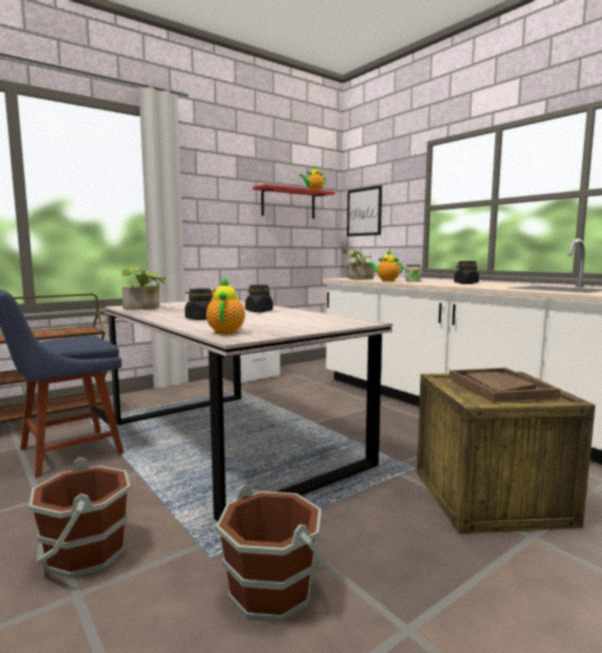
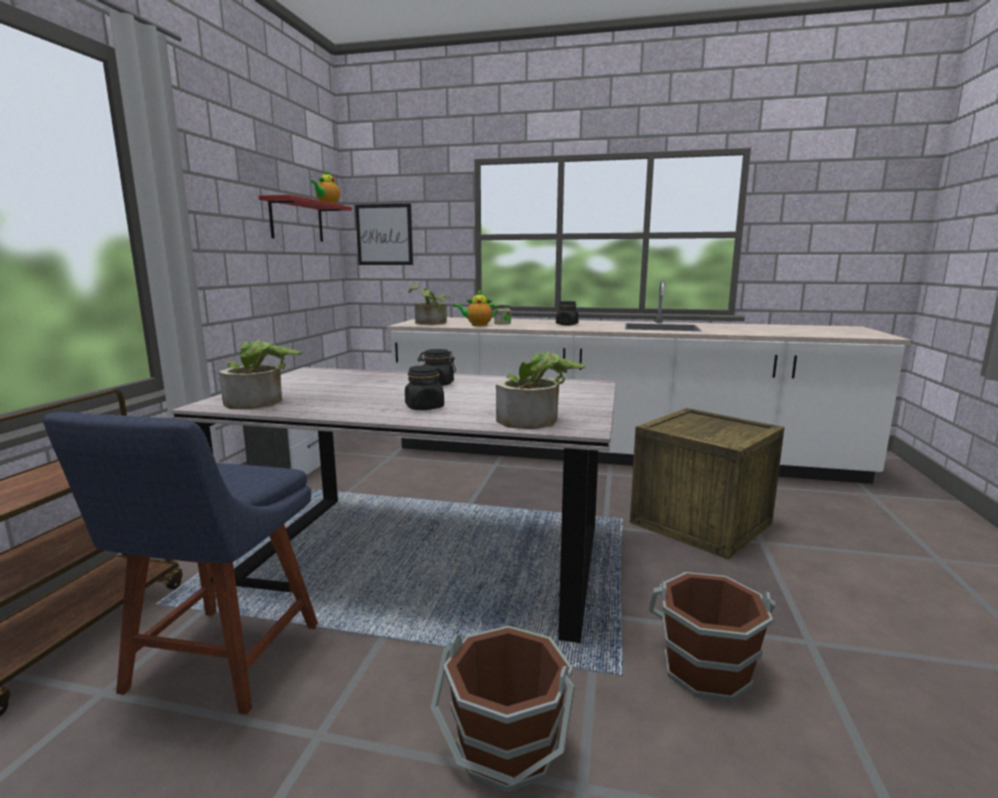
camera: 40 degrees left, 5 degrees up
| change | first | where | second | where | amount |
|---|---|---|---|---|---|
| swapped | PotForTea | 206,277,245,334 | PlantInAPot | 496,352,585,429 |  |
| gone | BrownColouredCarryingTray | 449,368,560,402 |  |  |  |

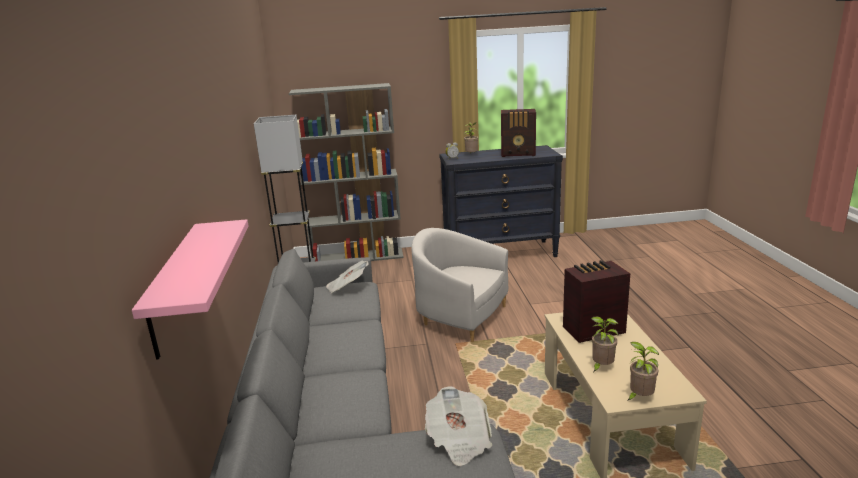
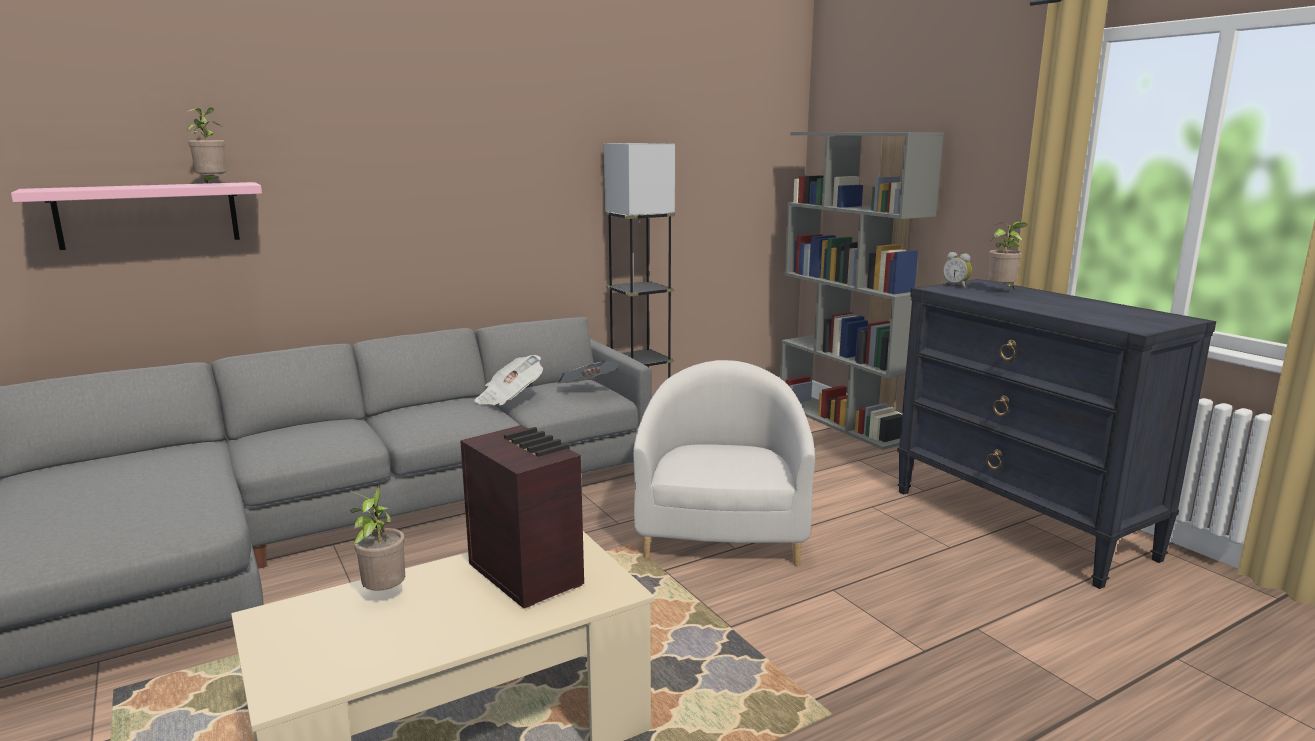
camera: 65 degrees right, 5 degrees down
| change | first | where | second | where | amount |
|---|---|---|---|---|---|
| gone | Radio | 501,109,536,157 |  |  |  |
| shifted | PlantInAPot | 627,342,659,401 |  | 187,107,227,184 |  |
| shifted | Newspaper | 425,386,492,466 |  | 474,355,543,405 |  |

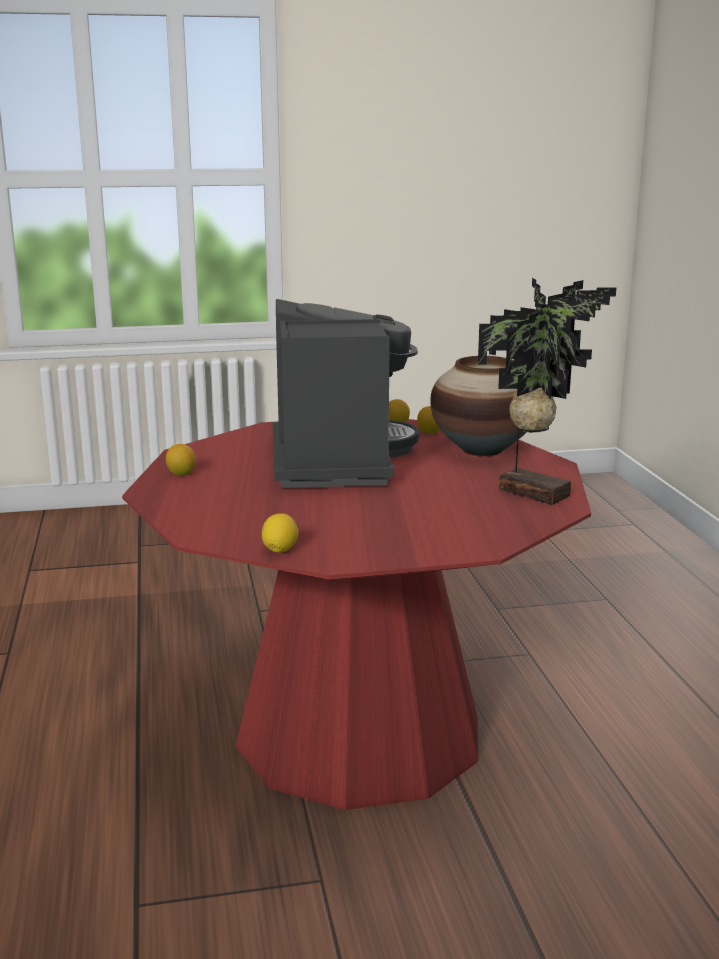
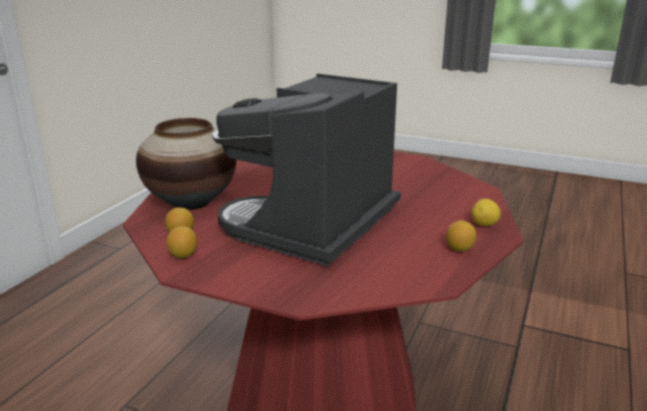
camera: 145 degrees left, 5 degrees up
| change | first | where | second | where | amount |
|---|---|---|---|---|---|
| gone | PlantInAPot | 478,278,616,505 |  |  |  |
| shifted | WholeLemon | 262,513,298,553 |  | 471,199,501,226 |  |

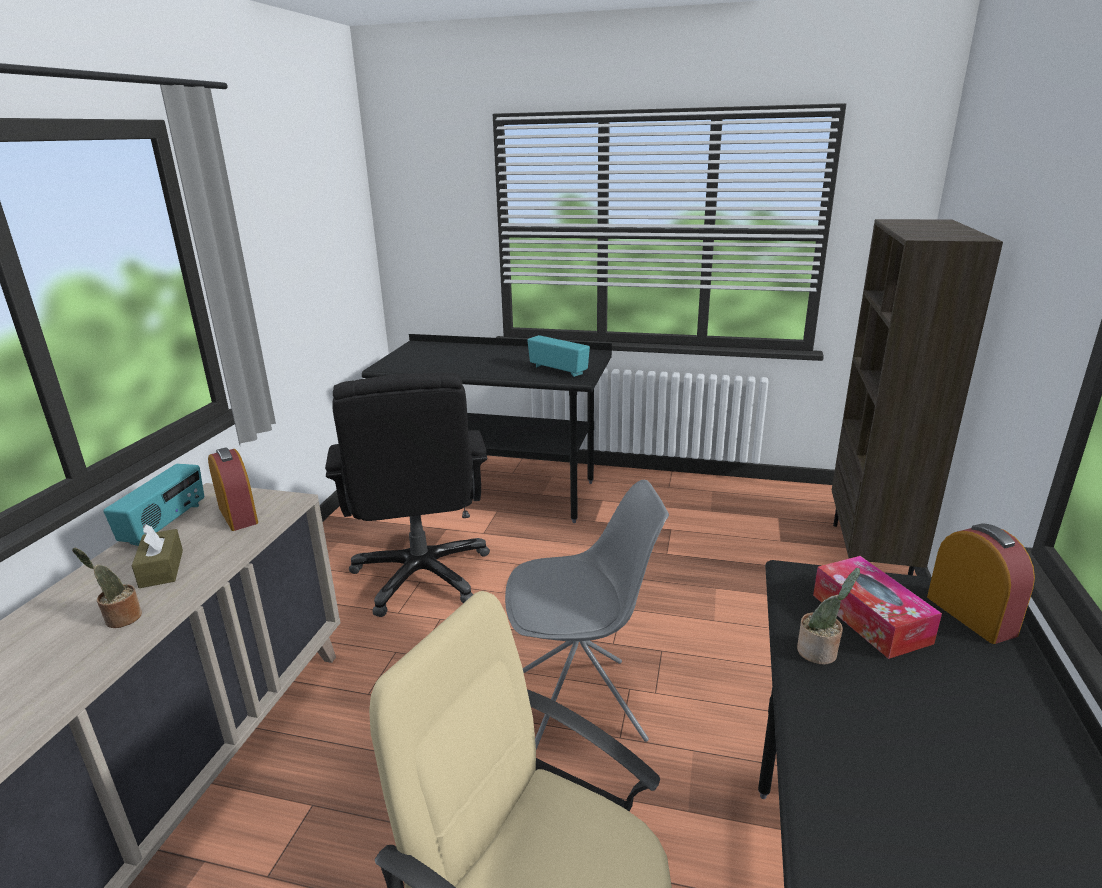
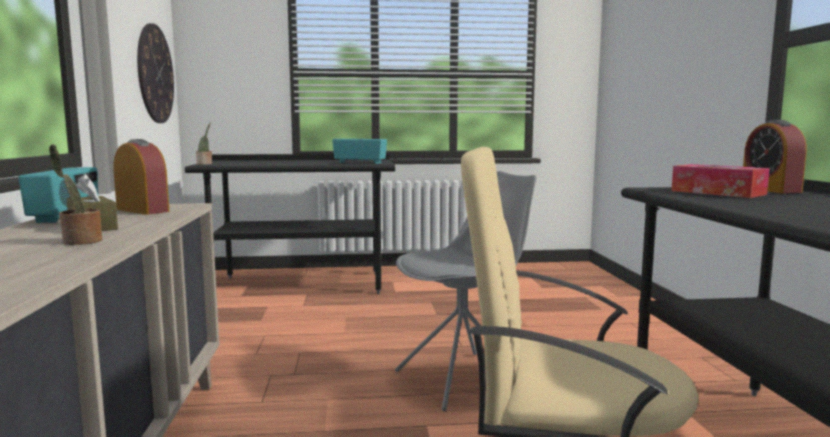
camera: 20 degrees left, 15 degrees down
| change | first | where | second | where | amount |
|---|---|---|---|---|---|
| gone | BrownColouredBookshelf | 832,219,1003,575 |  |  |  |
| gone | BlackishComputerChair | 325,373,490,617 |  |  |  |
| rotated | AlarmClock | 927,523,1035,644 |  | 743,120,807,193 | 150 degrees counterclockwise |
| shifted | PlantInAPot | 797,568,860,665 |  | 196,123,212,165 |  |
| new |  |  | ClockOnTheWall | 137,23,174,123 |  |

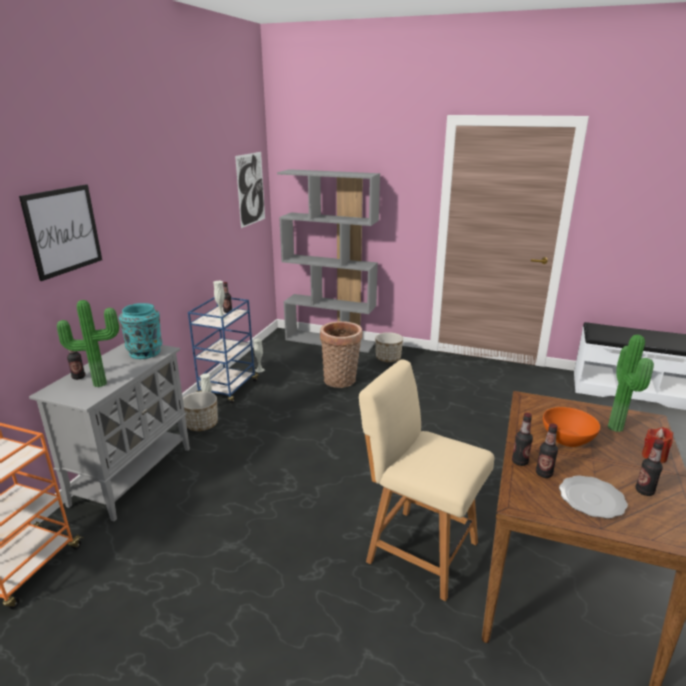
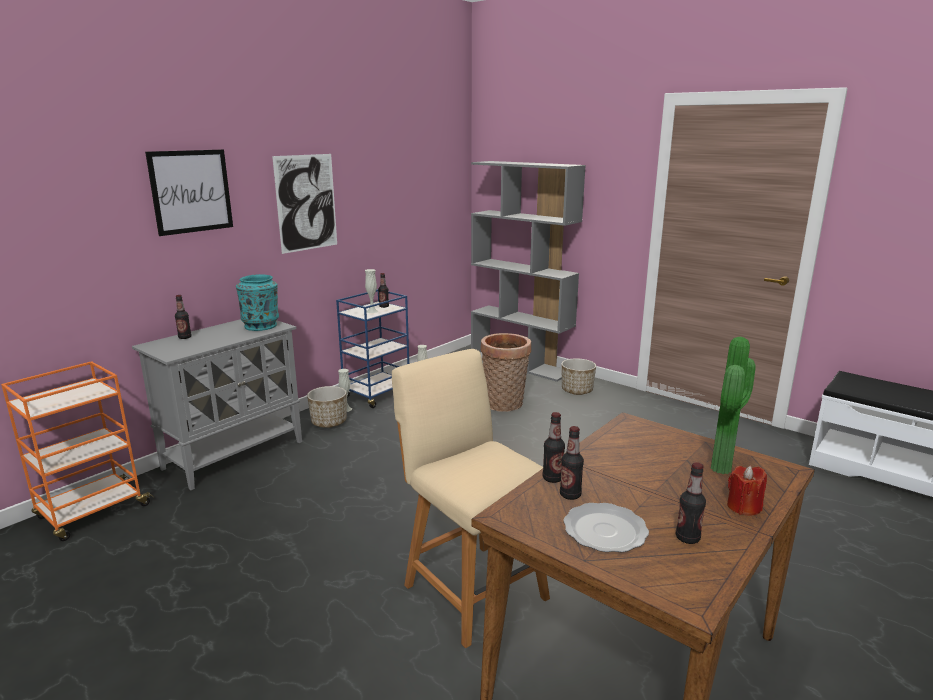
camera: 20 degrees right, 5 degrees down
| change | first | where | second | where | amount |
|---|---|---|---|---|---|
| shifted | WallArt | 235,152,265,228 |  | 272,154,337,254 |  |
| gone | PlantInAPot | 57,300,119,387 |  |  |  |
| gone | OrangeyServingBowl | 543,407,600,447 |  |  |  |

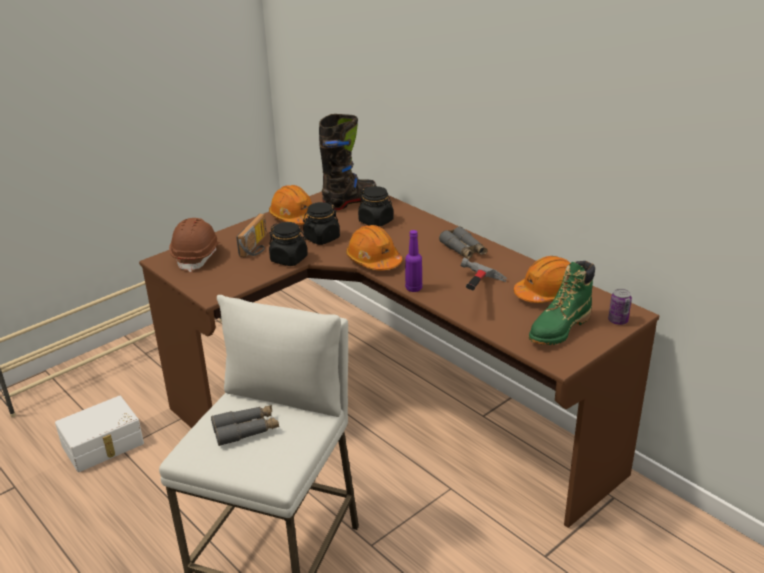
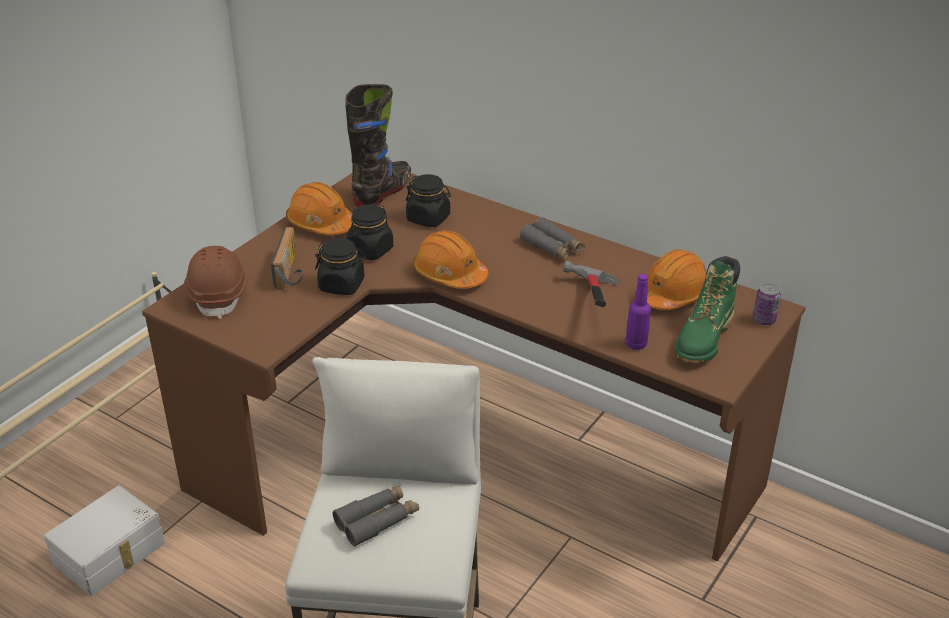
camera: 15 degrees left, 5 degrees up
| change | first | where | second | where | amount |
|---|---|---|---|---|---|
| shifted | PurplishBeverageBottle | 405,230,422,292 |  | 626,274,651,350 |  |

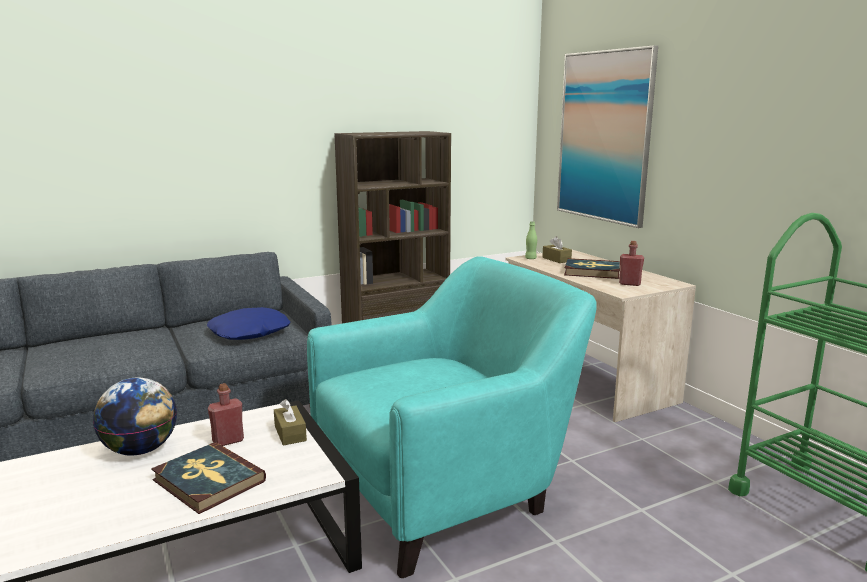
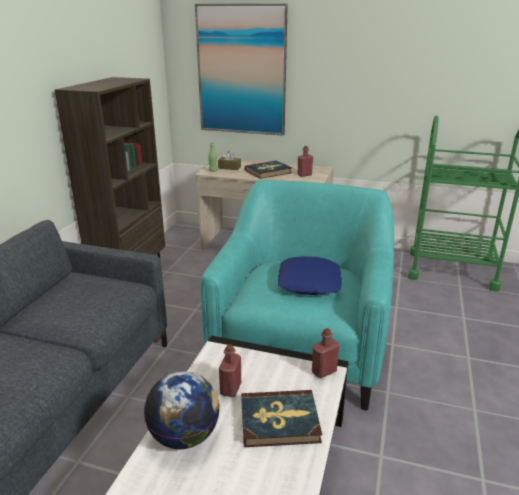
camera: 45 degrees left, 10 degrees up
| change | first | where | second | where | amount |
|---|---|---|---|---|---|
| shifted | BlueThrowPillow | 207,307,290,340 |  | 278,256,342,295 |  |
| gone | BrownColouredTissueBox | 274,399,307,446 |  |  |  |
| new |  |  | RedBeverageBottle | 312,328,339,378 |  |

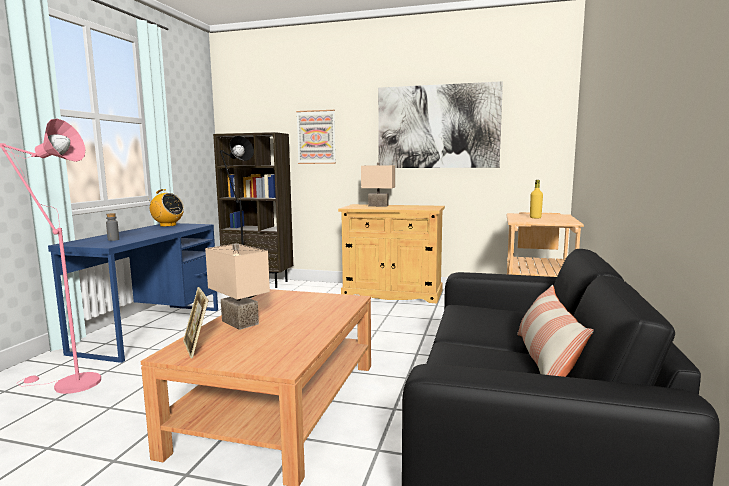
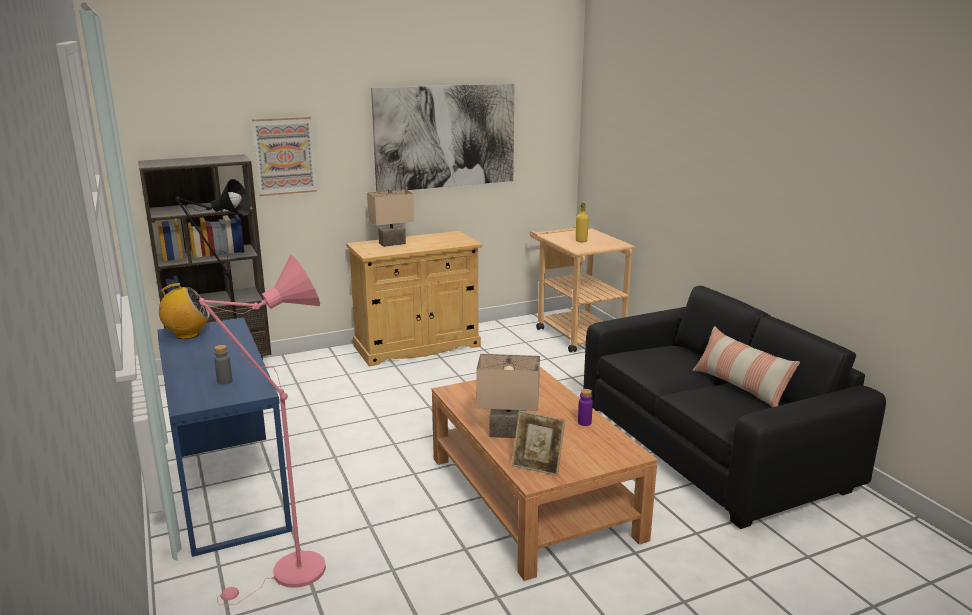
camera: 40 degrees left, 10 degrees up
| change | first | where | second | where | amount |
|---|---|---|---|---|---|
| new |  |  | PurplishBeverageBottle | 578,389,593,426 |  |

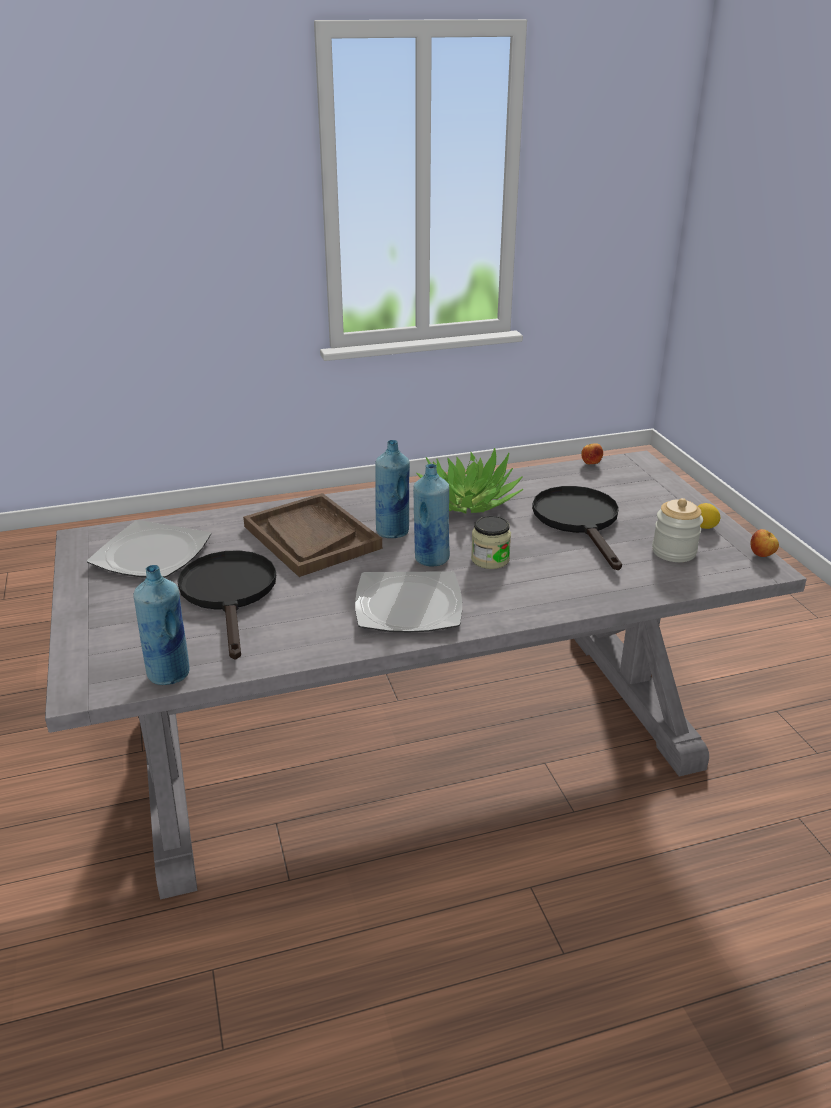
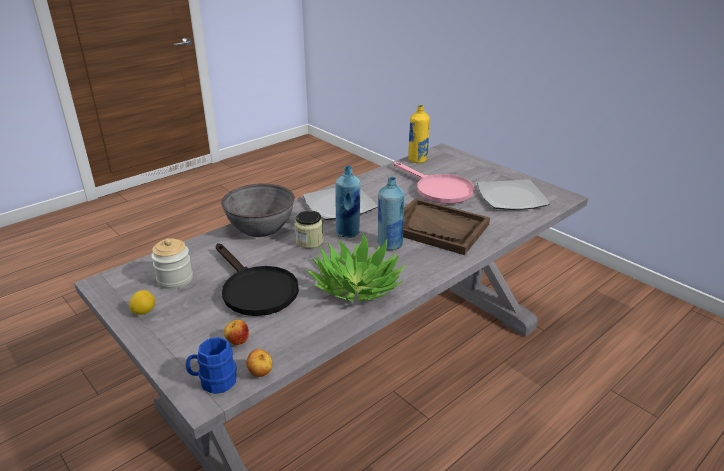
camera: 155 degrees right, 0 degrees up
| change | first | where | second | where | amount |
|---|---|---|---|---|---|
| shifted | AppleFruit | 751,529,779,557 |  | 224,320,249,345 |  |
| repainted | BlackishSkillet | 178,550,276,659 | PinkSkillet | 394,162,474,204 |  |
| repainted | BlueBeverageBottle | 134,565,190,685 | YellowishBeverageBottle | 408,105,430,163 |  |
| new |  |  | GreyServingBowl | 221,183,295,237 |  |
| new |  |  | BlueMug | 186,337,237,394 |  |

